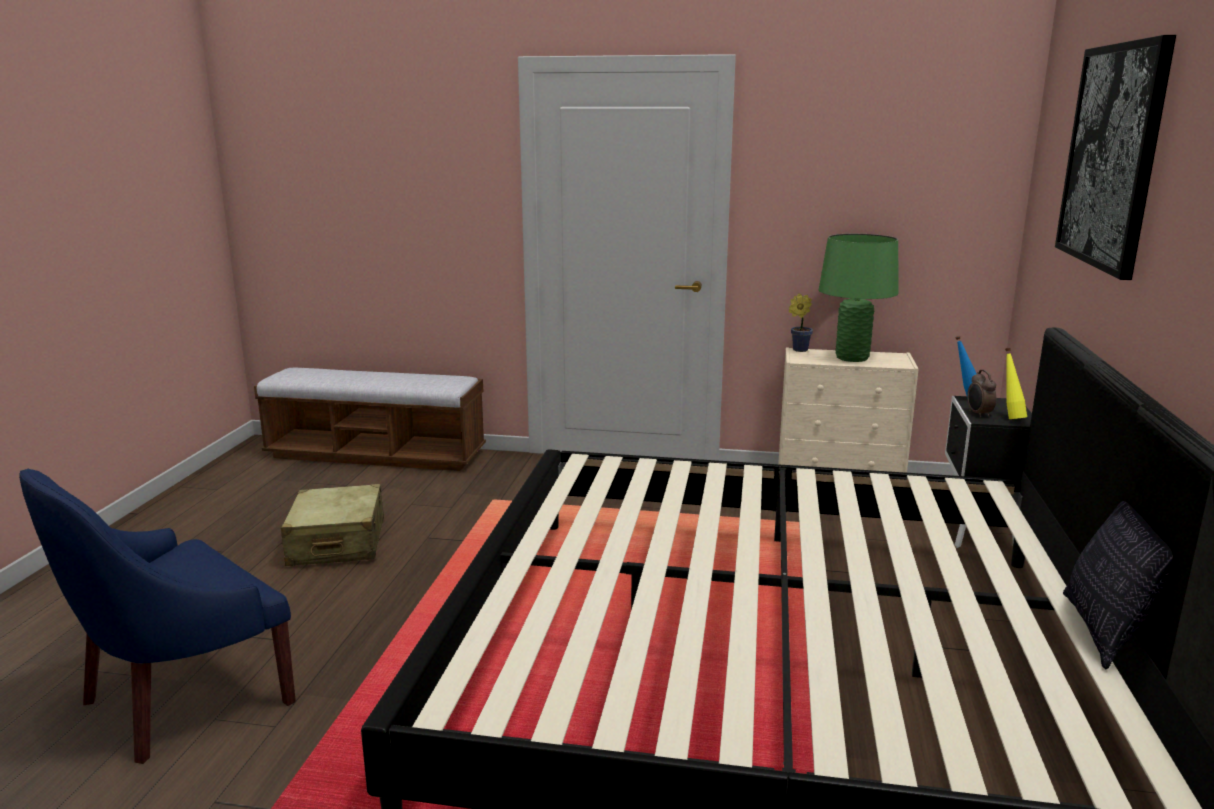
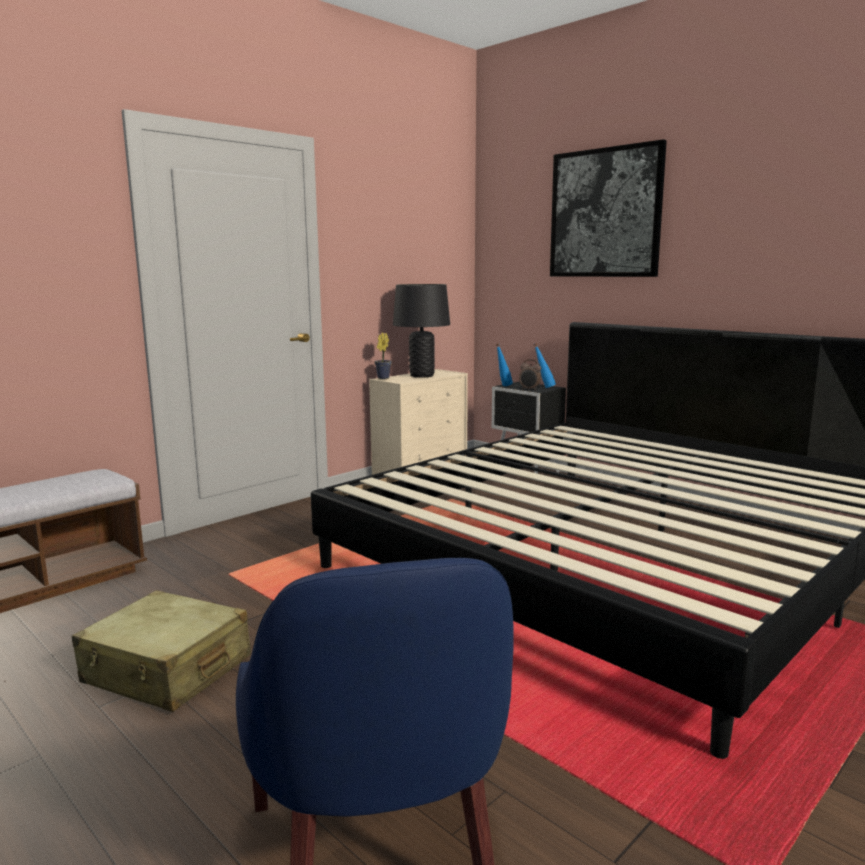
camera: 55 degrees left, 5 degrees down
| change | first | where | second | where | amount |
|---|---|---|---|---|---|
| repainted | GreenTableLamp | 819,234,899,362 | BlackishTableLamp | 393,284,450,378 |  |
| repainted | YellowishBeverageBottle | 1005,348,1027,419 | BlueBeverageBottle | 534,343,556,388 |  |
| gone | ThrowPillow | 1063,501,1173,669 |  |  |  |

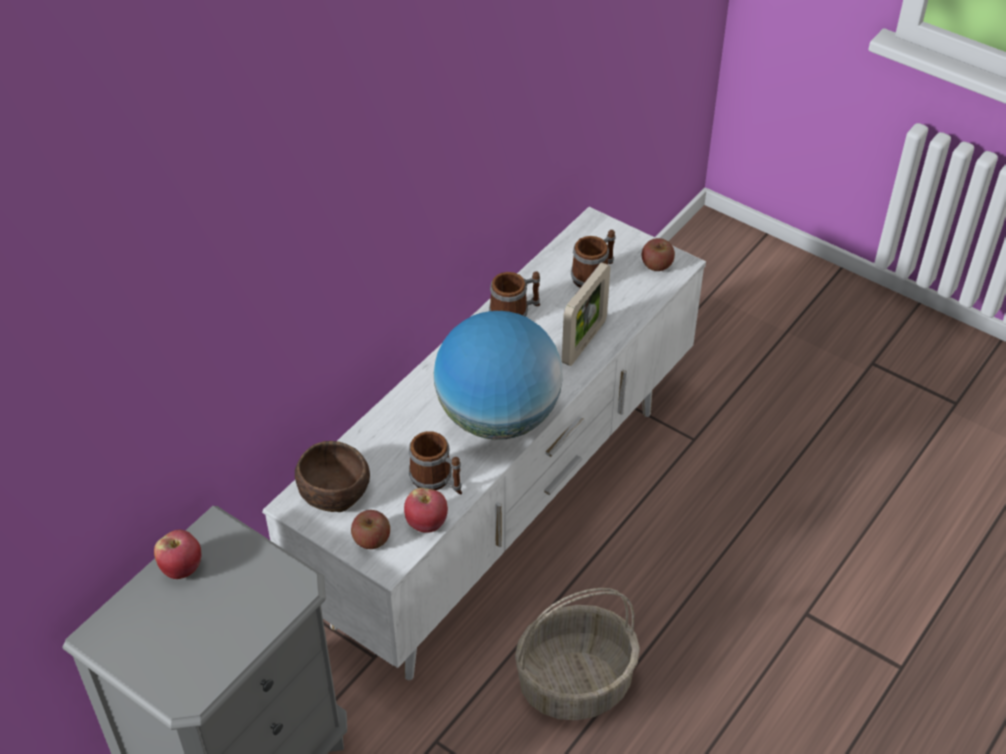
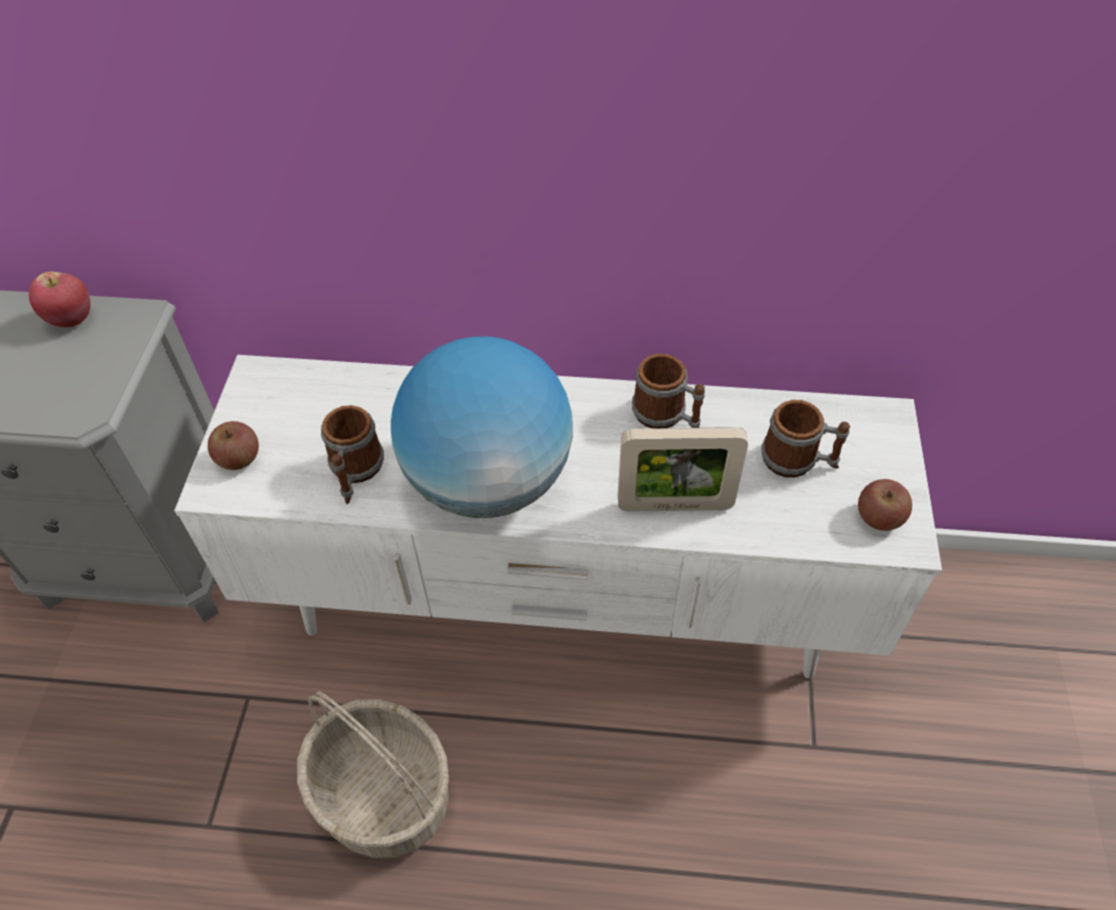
camera: 60 degrees right, 5 degrees up
| change | first | where | second | where | amount |
|---|---|---|---|---|---|
| gone | BrownColouredServingBowl | 295,441,370,512 |  |  |  |
| gone | AppleFruit | 404,488,448,533 |  |  |  |

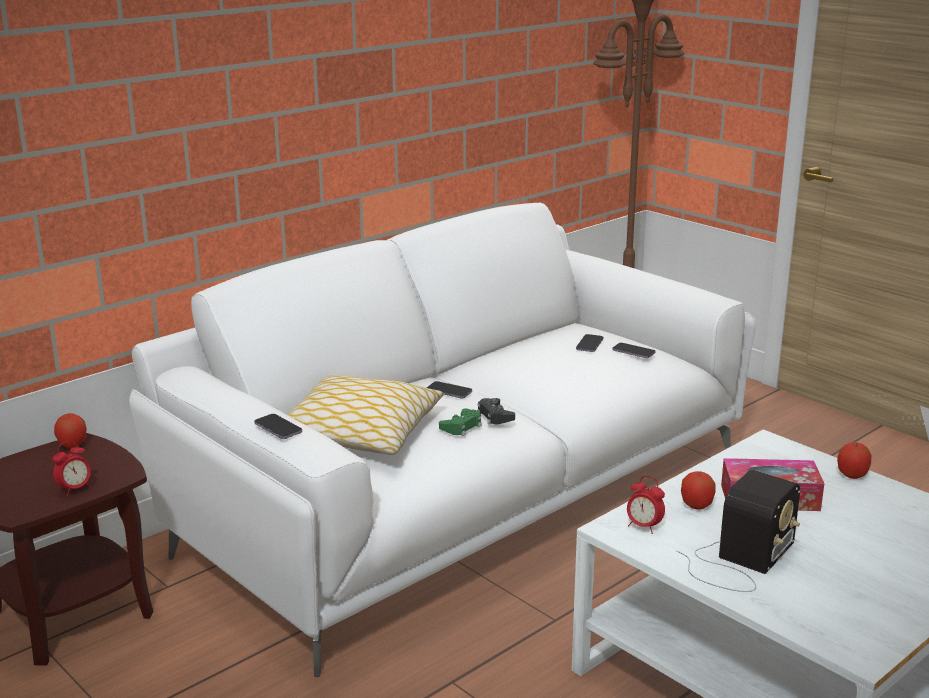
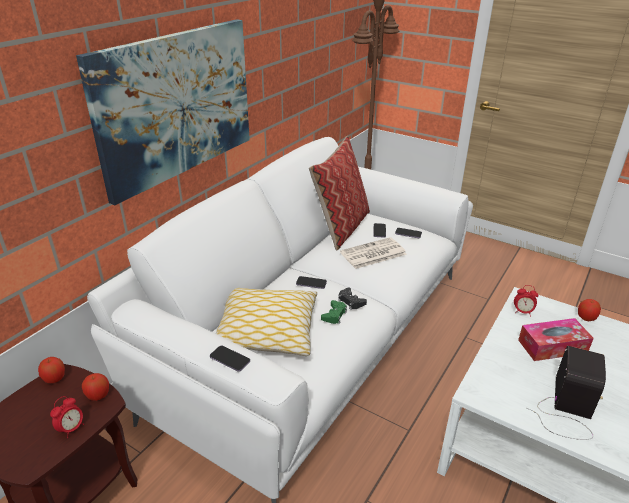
camera: 15 degrees left, 10 degrees up
| change | first | where | second | where | amount |
|---|---|---|---|---|---|
| shifted | AppleFruit | 681,471,716,510 |  | 82,373,109,401 |  |
| shifted | AlarmClock | 627,476,665,534 |  | 514,285,539,317 |  |
| new |  |  | WallArt | 76,19,250,205 |  |
| new |  |  | ThrowPillow | 309,136,370,250 |  |
| new |  |  | Newspaper | 340,237,407,269 |  |

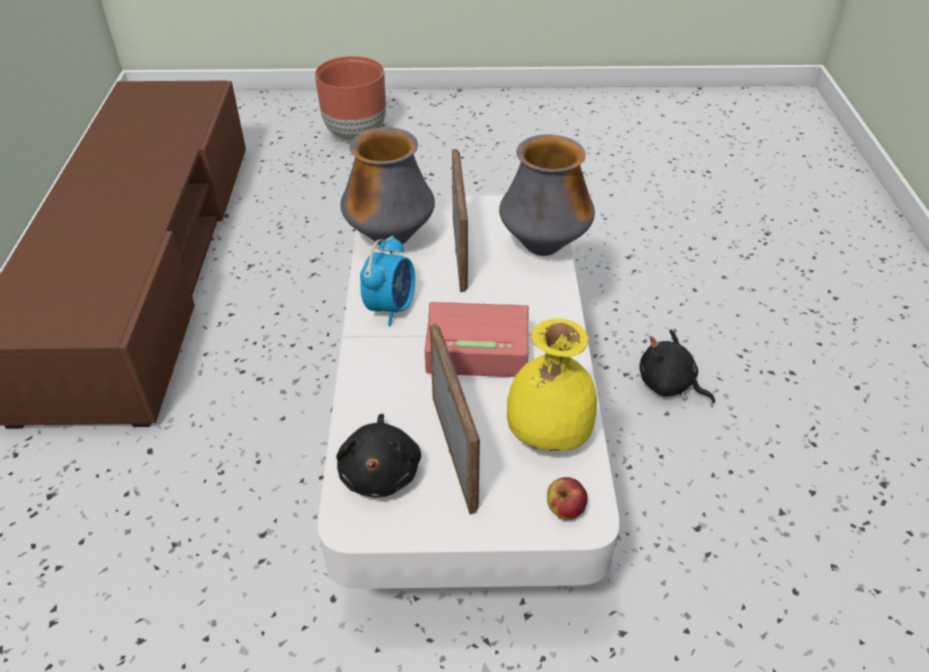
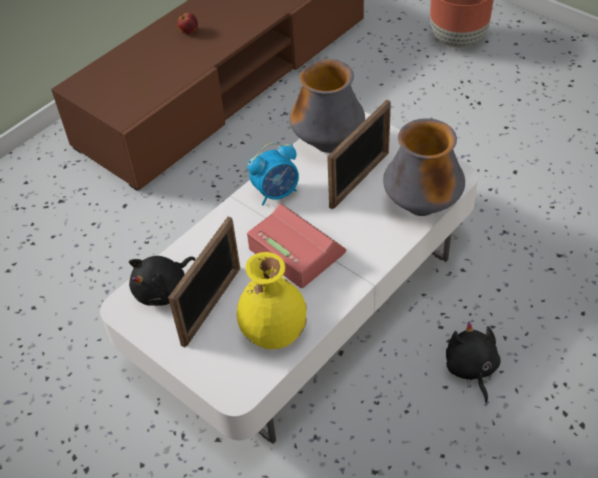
camera: 45 degrees right, 5 degrees up
| change | first | where | second | where | amount |
|---|---|---|---|---|---|
| shifted | AppleFruit | 547,477,588,520 |  | 177,13,198,34 |  |

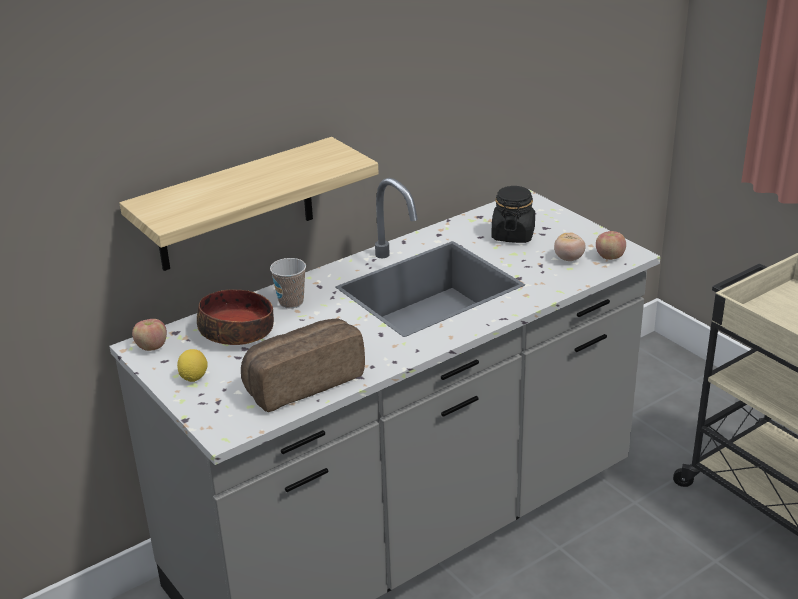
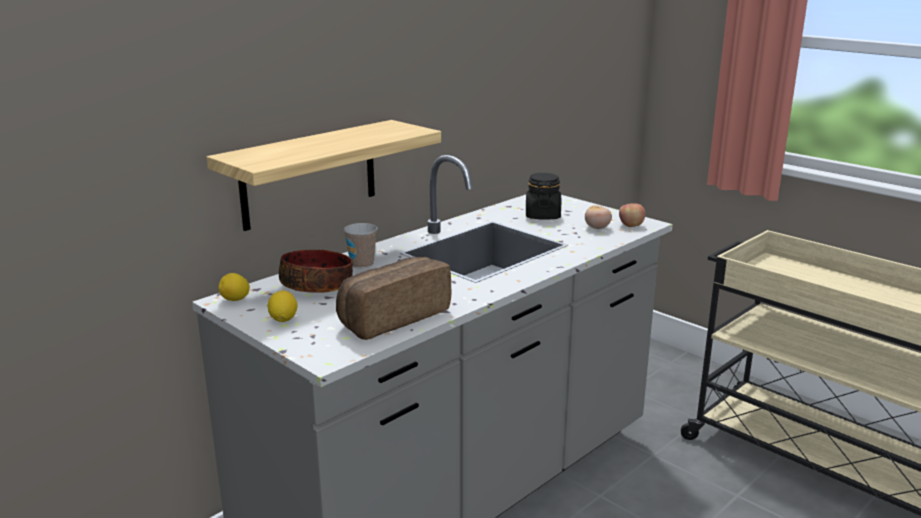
camera: 10 degrees left, 10 degrees down
| change | first | where | second | where | amount |
|---|---|---|---|---|---|
| swapped | AppleFruit | 132,319,167,351 | WholeLemon | 218,273,250,301 |  |

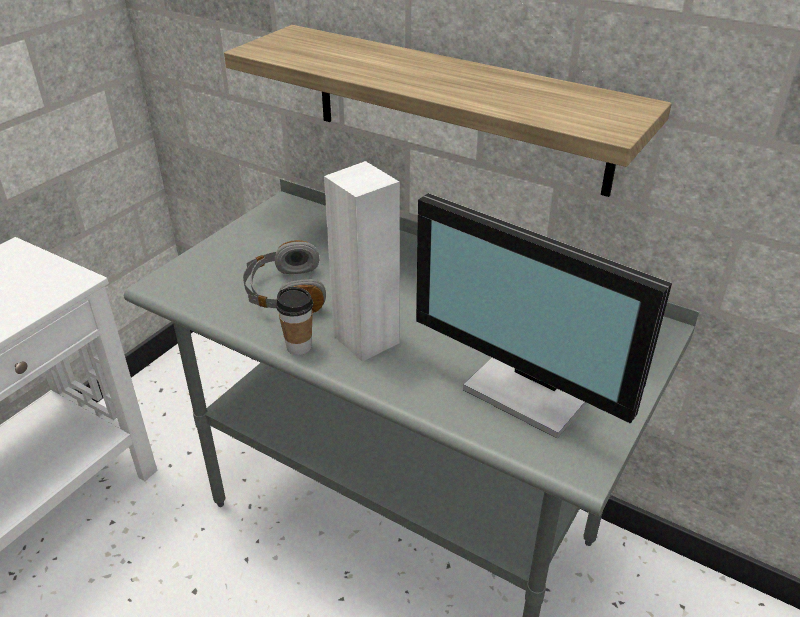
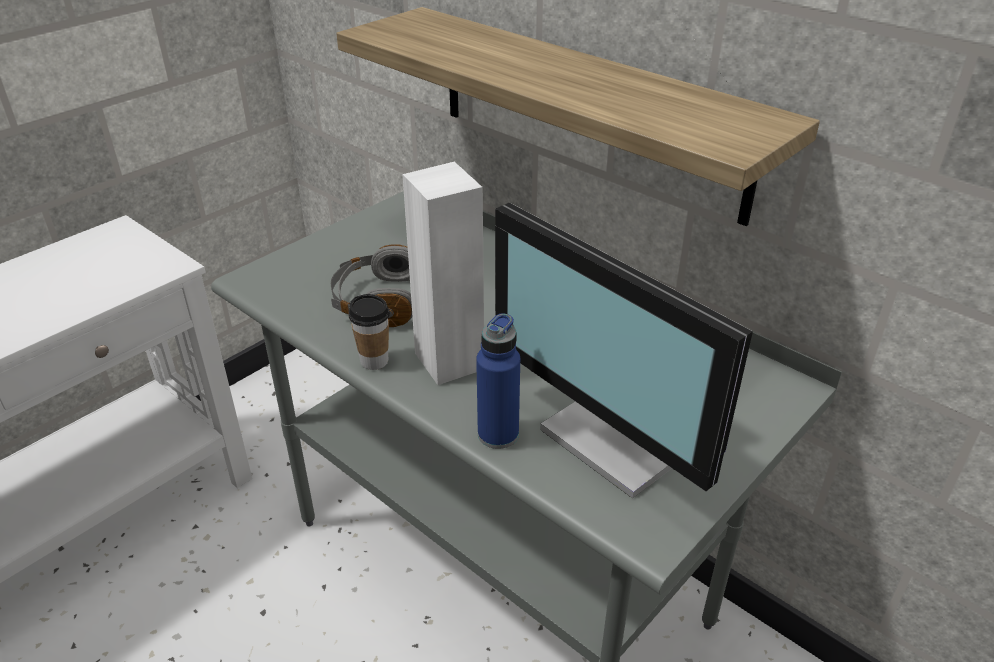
camera: 10 degrees right, 0 degrees up
| change | first | where | second | where | amount |
|---|---|---|---|---|---|
| new |  |  | BlueBeverageBottle | 476,313,520,449 |  |

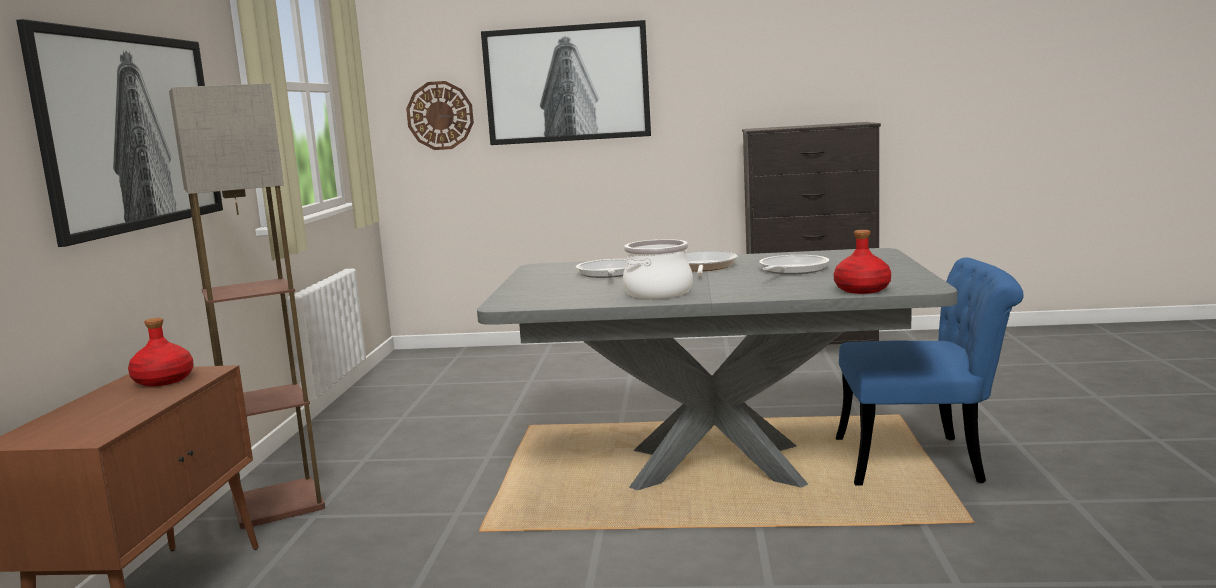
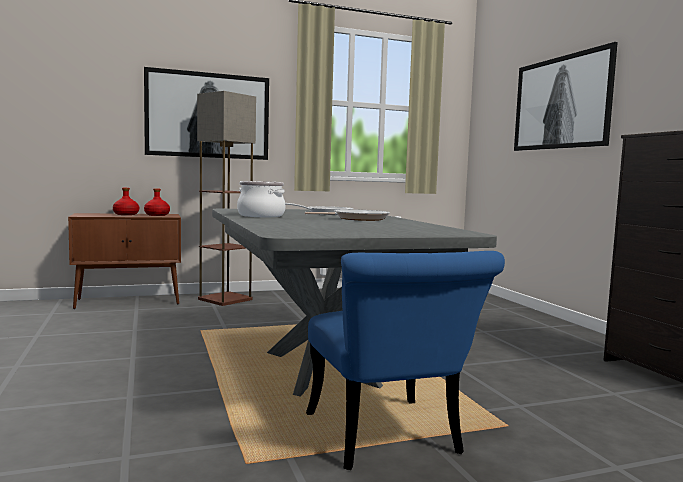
camera: 65 degrees right, 5 degrees down
| change | first | where | second | where | amount |
|---|---|---|---|---|---|
| gone | ClockOnTheWall | 406,81,474,150 |  |  |  |
| shifted | RedBeverageBottle | 834,230,891,294 |  | 113,188,139,215 |  |
| gone | Skillet | 759,255,829,275 |  |  |  |

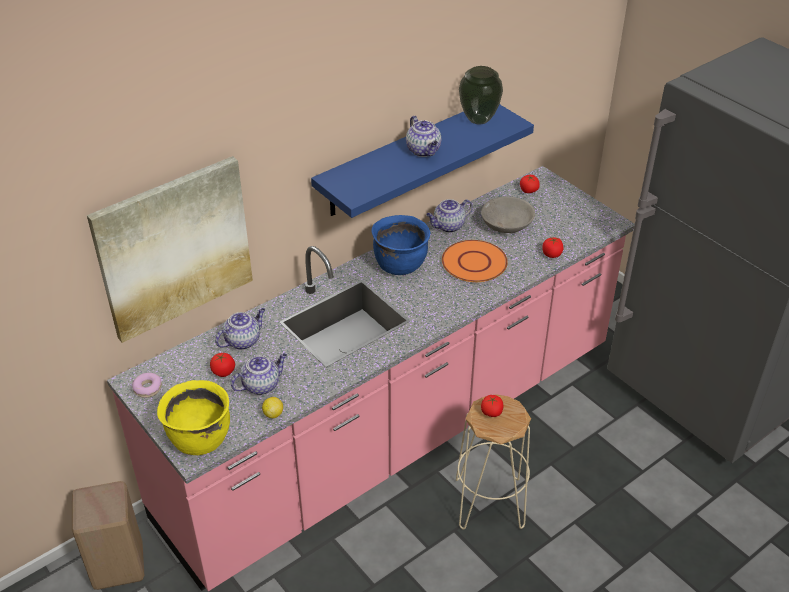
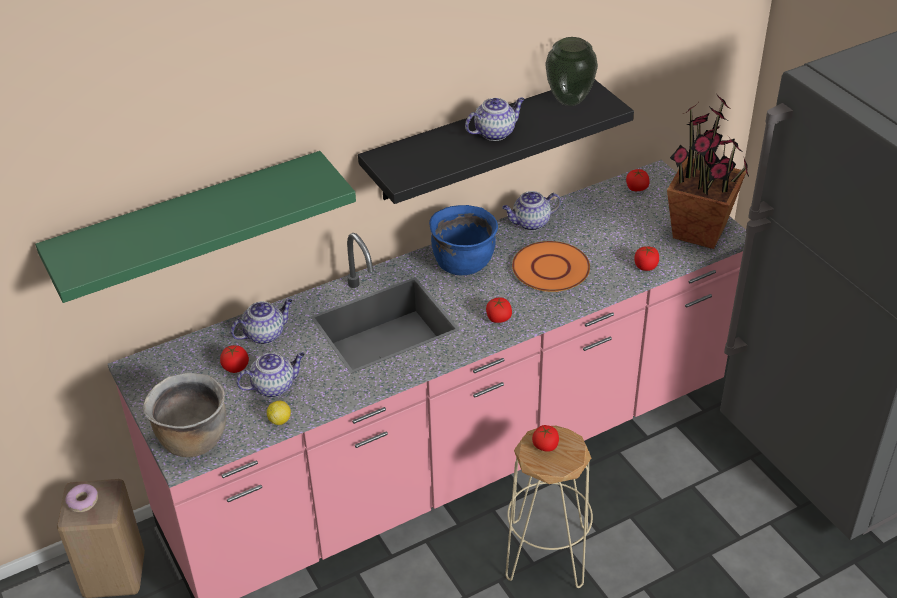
camera: 10 degrees right, 0 degrees up
| change | first | where | second | where | amount |
|---|---|---|---|---|---|
| repainted | BlueBracketShelf | 311,104,534,218 | BlackishBracketShelf | 358,80,634,204 |  |
| rotated | PotForTea | 406,116,441,157 |  | 465,97,525,141 | 105 degrees counterclockwise |
| swapped | WallArt | 87,156,253,343 | GreenBracketShelf | 35,151,356,303 |  |
| gone | GreyServingBowl | 481,196,535,233 |  |  |  |
| shifted | RingDoughnut | 132,373,162,398 |  | 65,484,98,512 |  |
| repainted | YellowishCookingPot | 157,380,230,455 | BrownColouredCookingPot | 143,373,226,457 |  |
| new |  |  | PlantInAPot | 667,92,749,249 |  |
| new |  |  | Tomato | 486,297,512,323 |  |

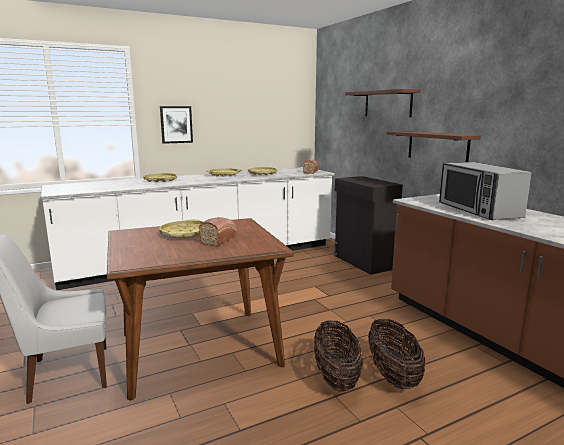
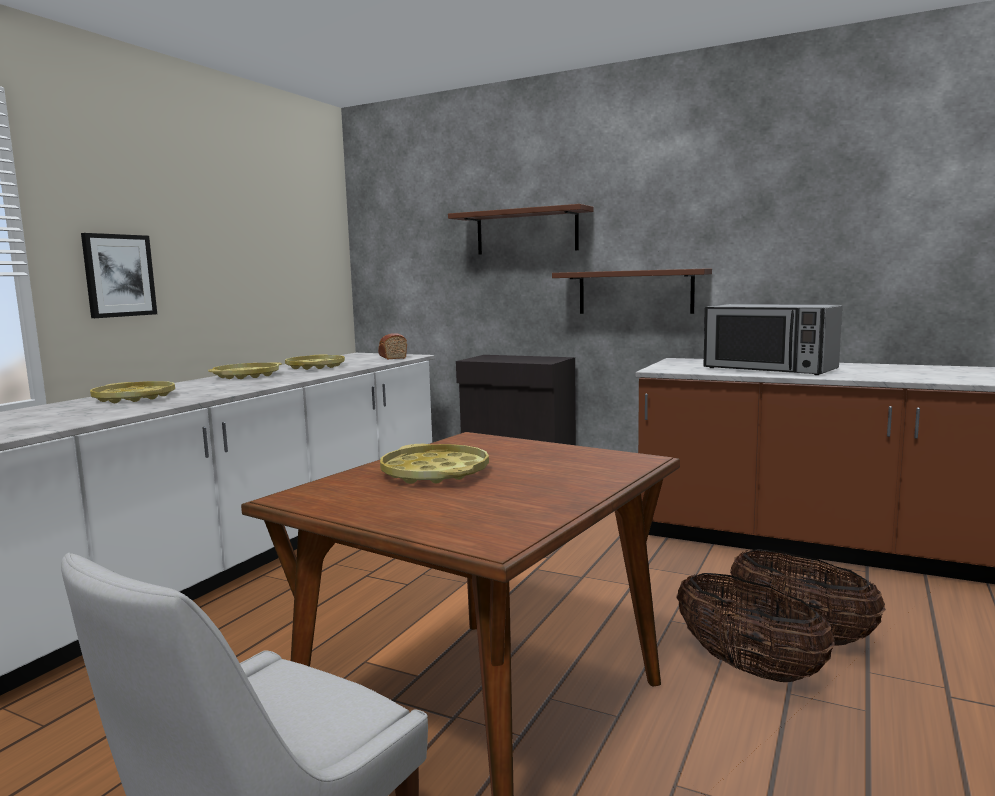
camera: 35 degrees left, 5 degrees down
| change | first | where | second | where | amount |
|---|---|---|---|---|---|
| gone | BakeryBread | 199,217,237,246 |  |  |  |

